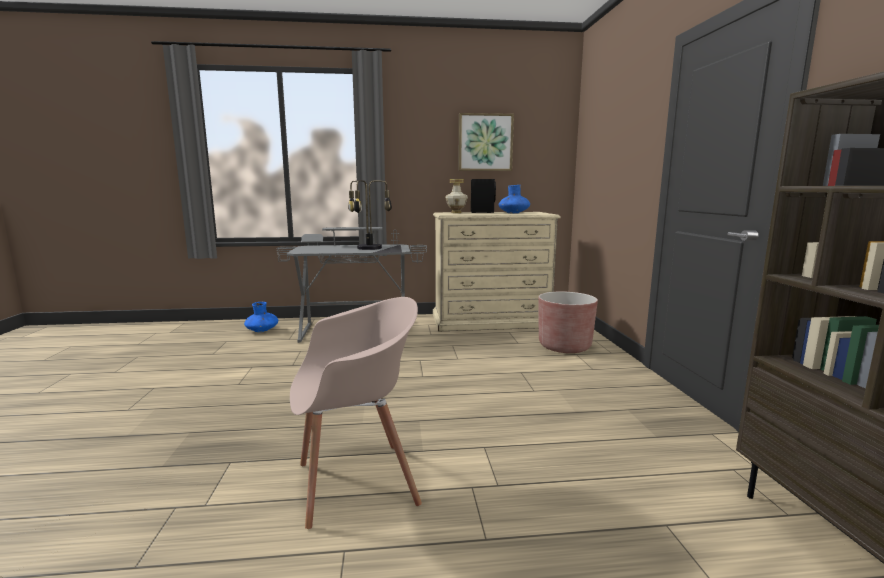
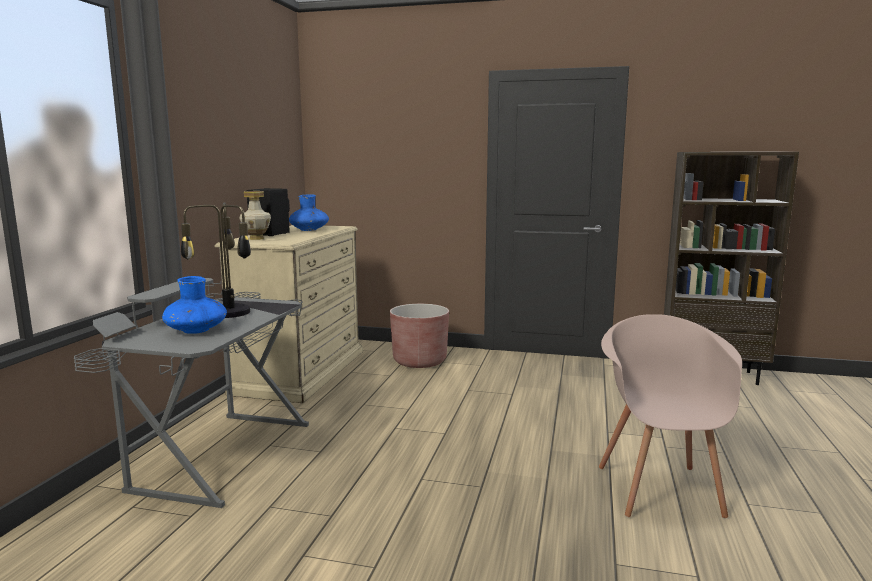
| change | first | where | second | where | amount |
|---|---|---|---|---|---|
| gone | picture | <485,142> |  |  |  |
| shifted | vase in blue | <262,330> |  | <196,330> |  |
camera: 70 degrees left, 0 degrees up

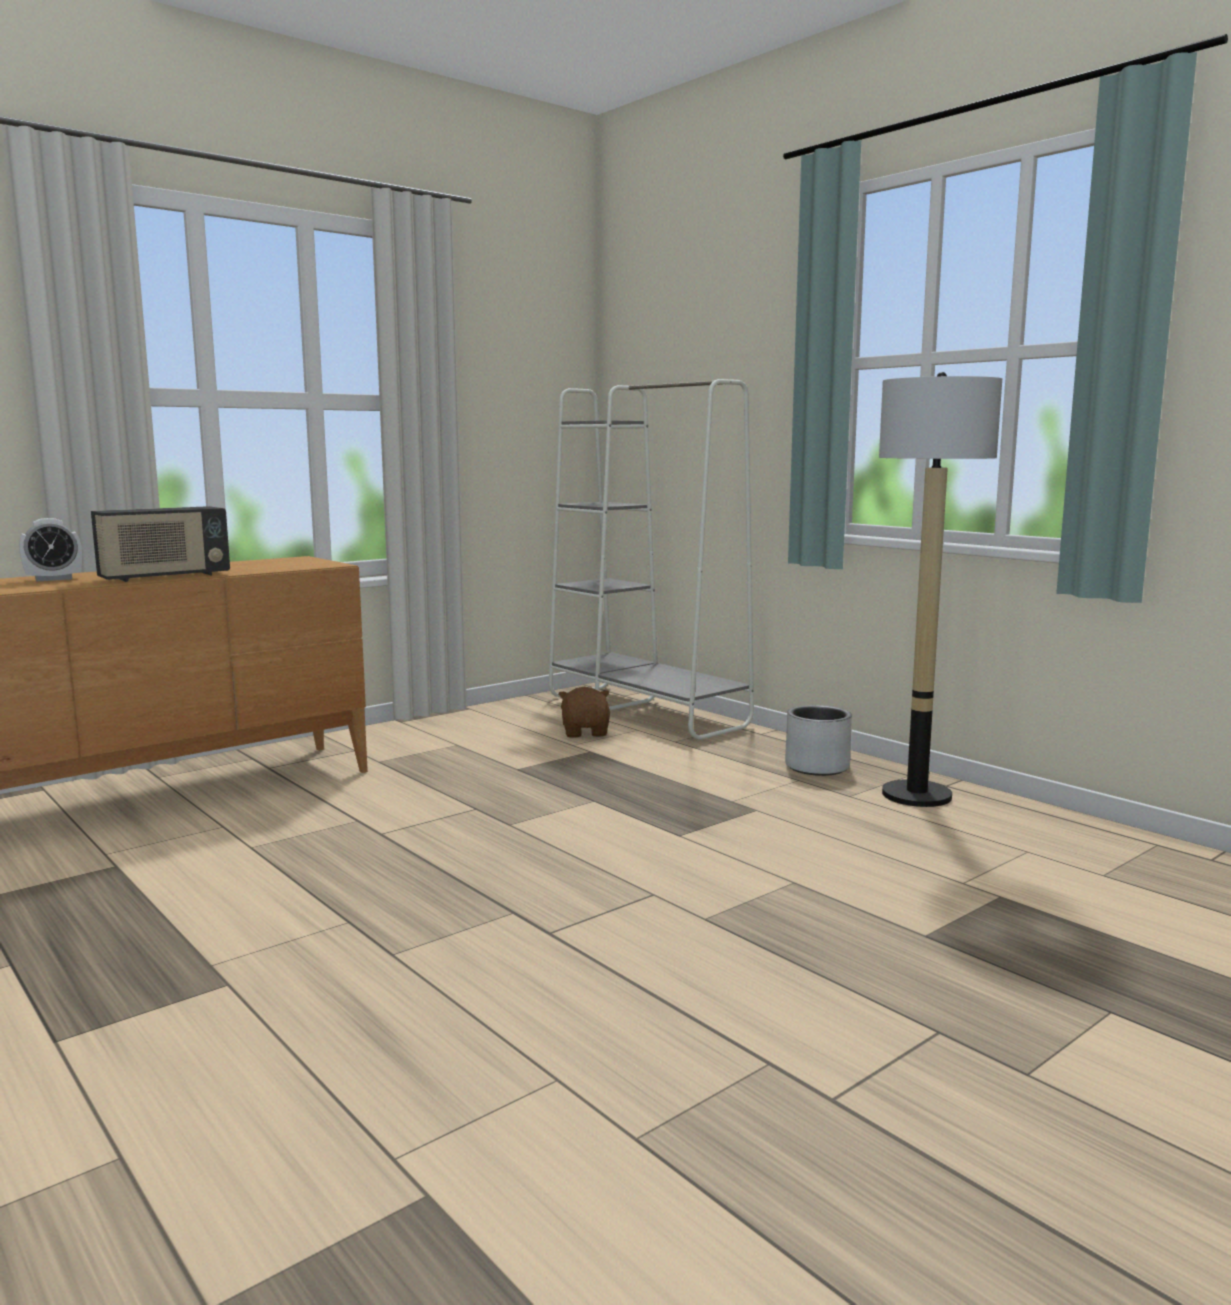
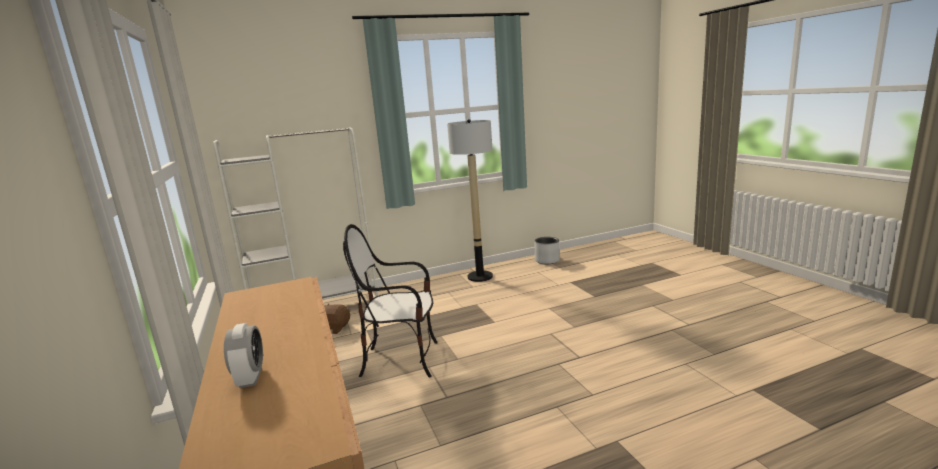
| change | first | where | second | where | amount |
|---|---|---|---|---|---|
| gone | radio | <164,577> |  |  |  |
| shifted | planter in grey | <817,767> |  | <547,260> |  |
| new |  |  | chair | <401,360> |  |
camera: 70 degrees left, 5 degrees up

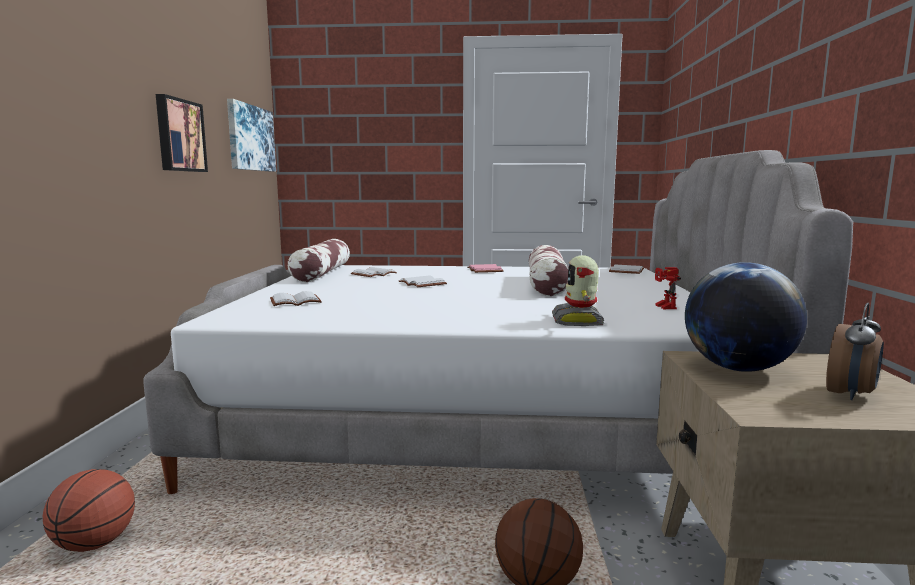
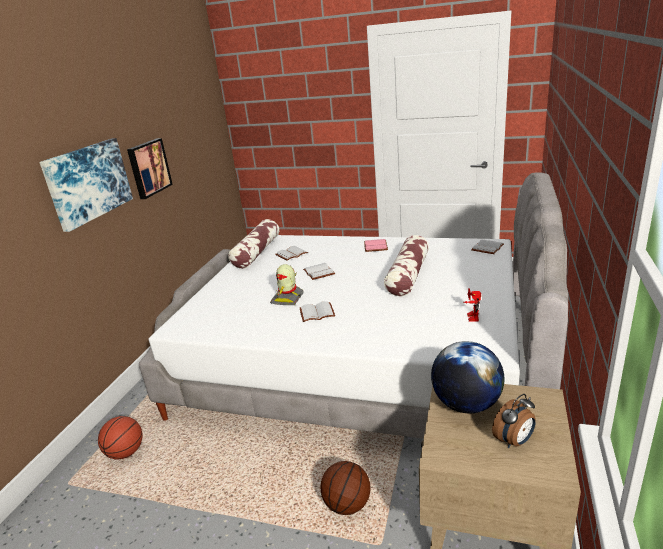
| change | first | where | second | where | amount |
|---|---|---|---|---|---|
| shifted | picture | <250,138> |  | <88,182> |  |
| shifted | toy robot | <578,320> |  | <288,299> |  |
| shifted | book in white | <296,301> |  | <317,312> |  |
camera: 15 degrees right, 15 degrees up

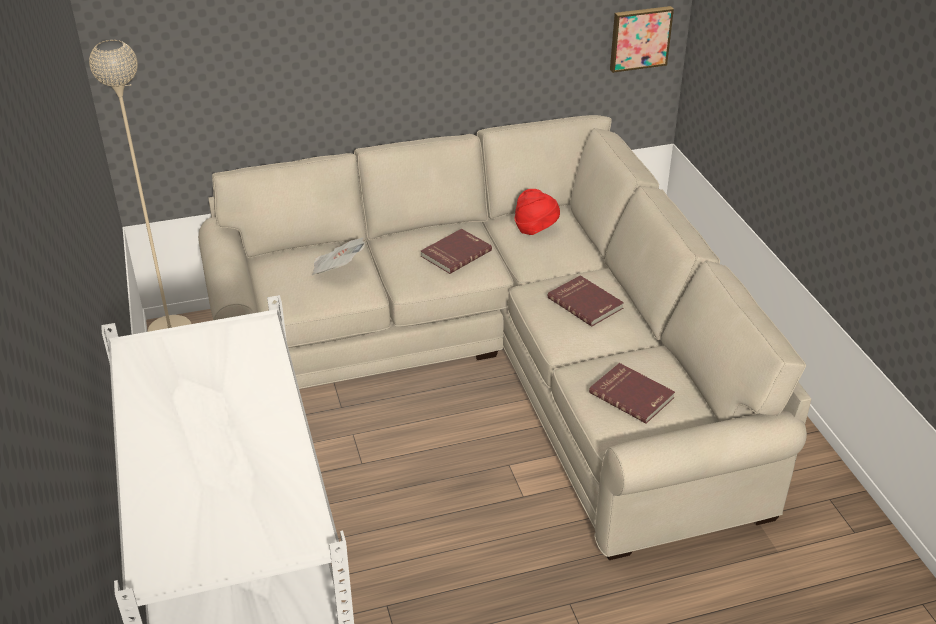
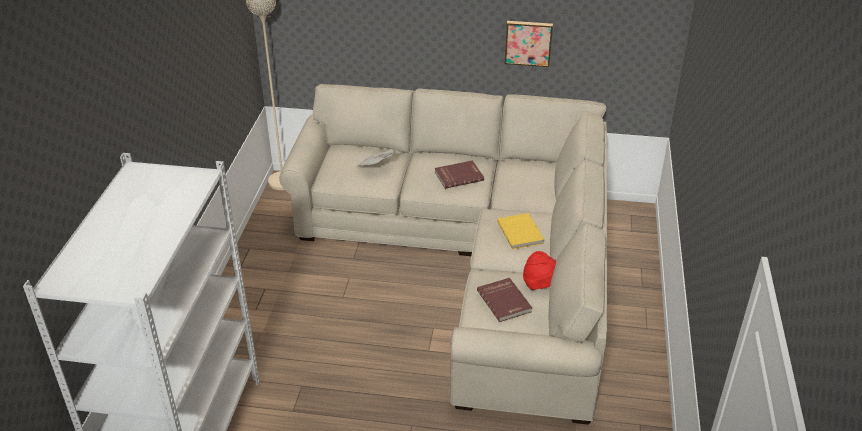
| change | first | where | second | where | amount |
|---|---|---|---|---|---|
| shifted | picture | <639,38> |  | <528,42> |  |
| shifted | hat in red | <535,229> |  | <540,284> |  |
| repainted | book in red | <586,302> | book in yellow | <521,232> |  |
camera: 25 degrees right, 0 degrees up

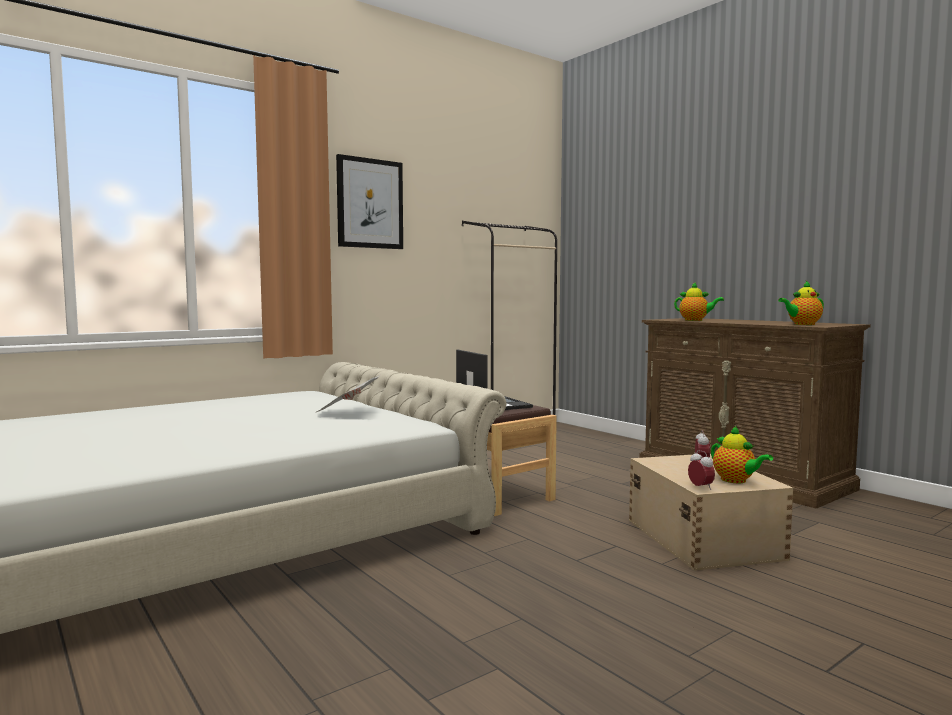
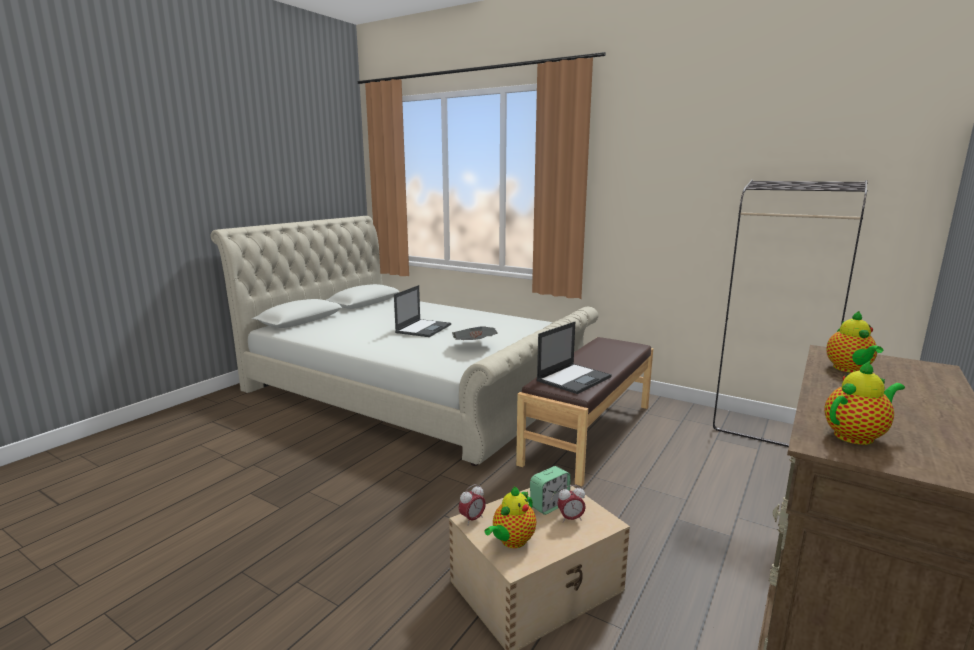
| change | first | where | second | where | amount |
|---|---|---|---|---|---|
| gone | picture | <369,203> |  |  |  |
| rotated | teapot | <802,324> |  | <856,436> | 105 degrees clockwise |
| new |  |  | laptop | <424,328> |  |
| new |  |  | alarm clock | <549,505> |  |
camera: 70 degrees right, 10 degrees up

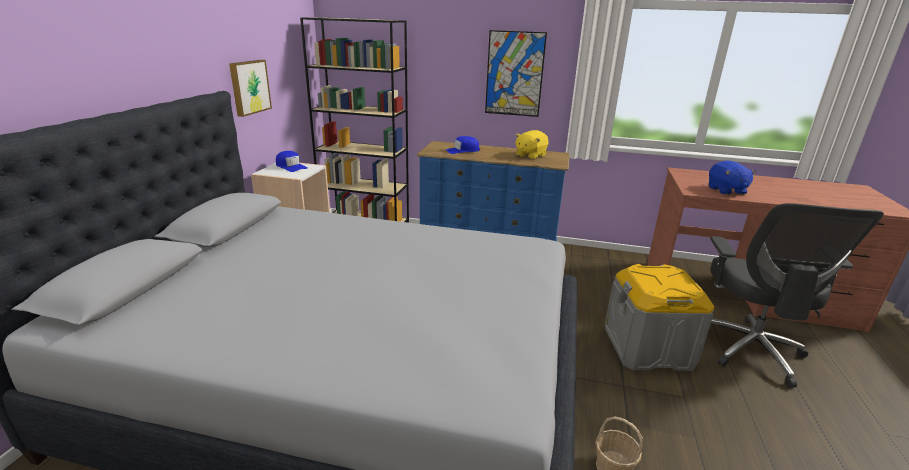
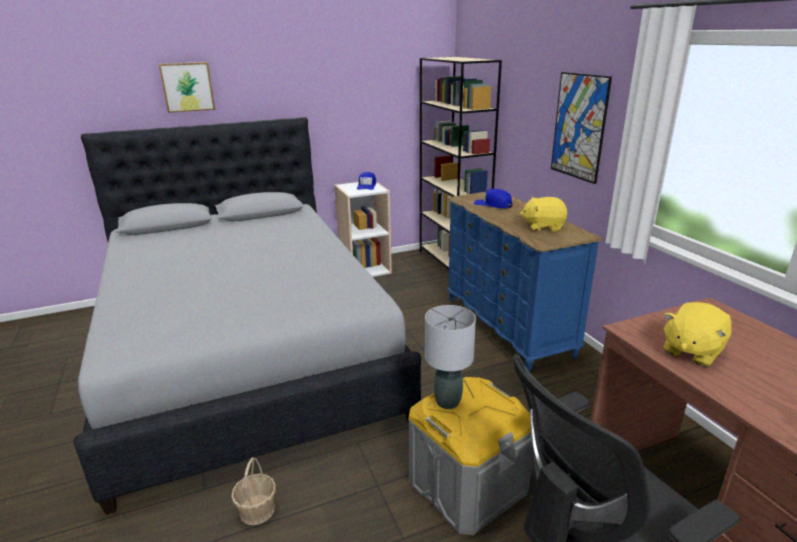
| change | first | where | second | where | amount |
|---|---|---|---|---|---|
| shifted | picture | <249,87> |  | <187,87> |  |
| repainted | plush toy in blue | <726,190> | plush toy in yellow | <691,351> |  |
| new |  |  | table lamp in grey | <447,401> |  |
camera: 55 degrees right, 0 degrees up

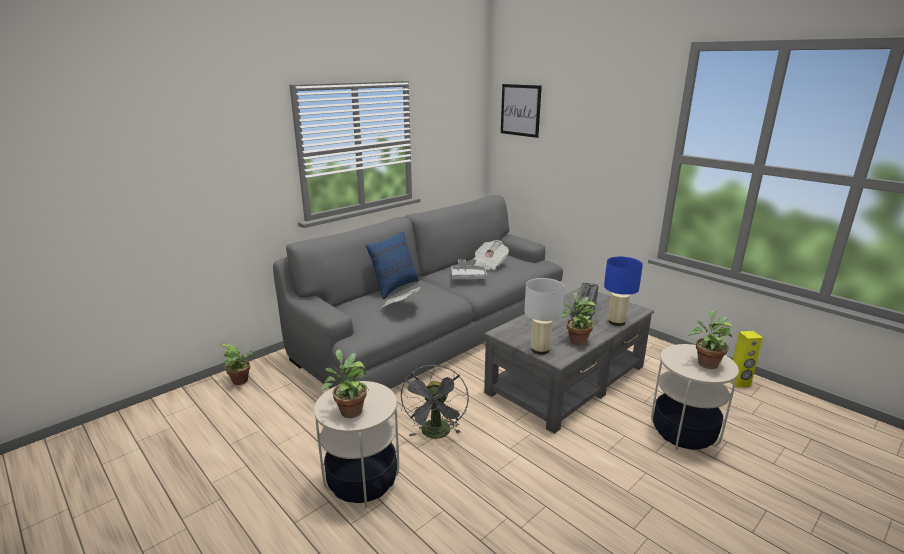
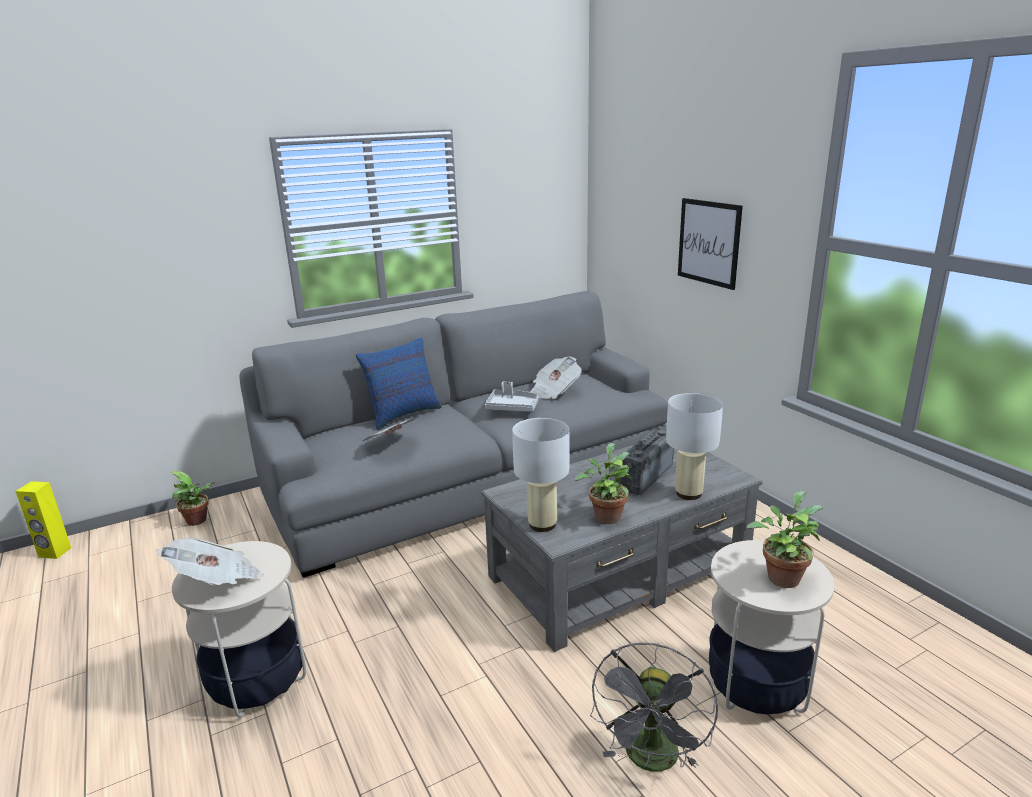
| change | first | where | second | where | amount |
|---|---|---|---|---|---|
| shifted | picture | <520,110> |  | <708,242> |  |
| repainted | table lamp in blue | <616,322> | table lamp in white | <688,493> |  |
| shifted | speaker in yellow | <739,383> |  | <54,552> |  |
| swapped | potted plant | <349,410> | newspaper | <217,581> |  |
| shifted | fan in grey | <436,434> |  | <652,761> |  |
camera: 15 degrees right, 0 degrees up

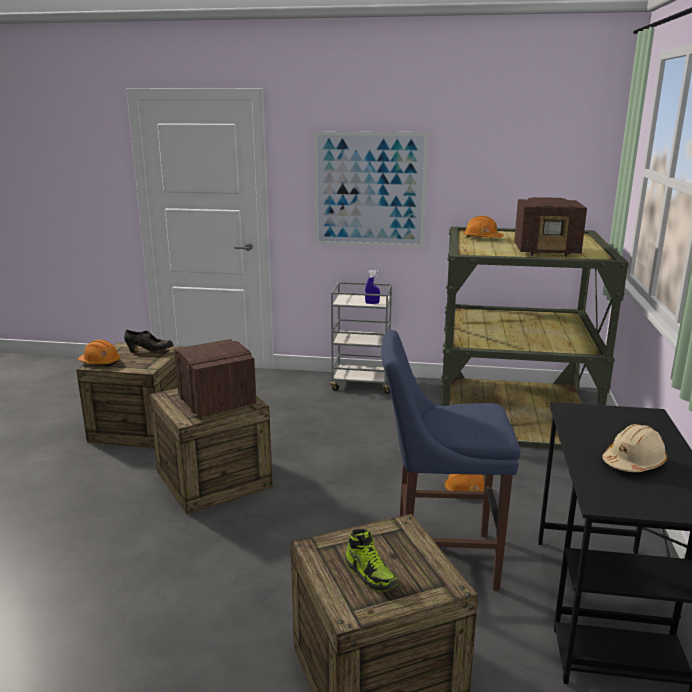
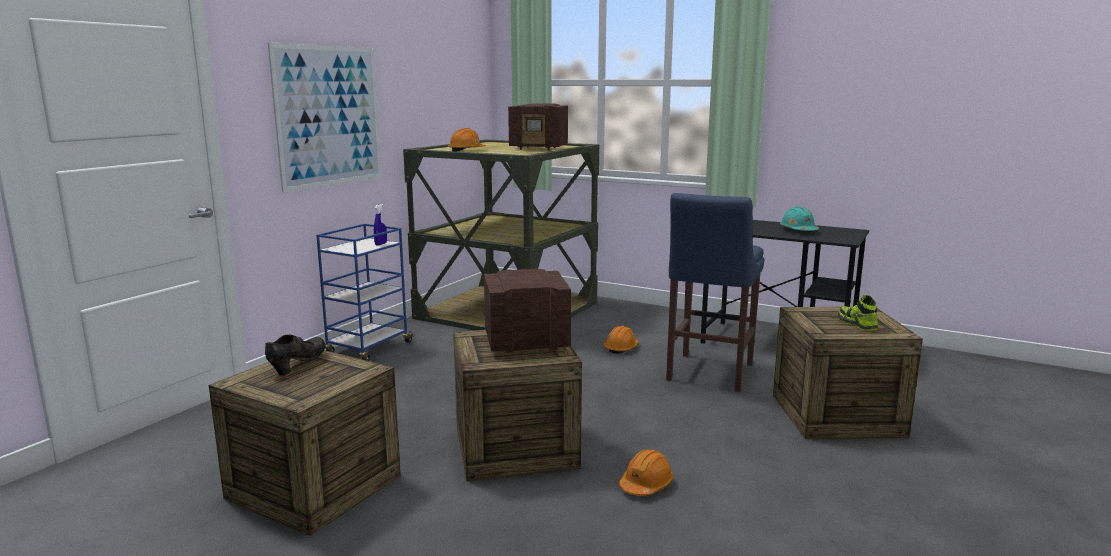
| change | first | where | second | where | amount |
|---|---|---|---|---|---|
| rotated | radio | <547,251> |  | <540,148> | 75 degrees clockwise |
| repainted | cart in grey | <362,384> | cart in blue | <368,348> |  |
| shifted | hard hat in orange | <100,362> |  | <646,485> |  |
| repainted | hard hat in beige | <633,462> | hard hat in turquoise | <798,230> |  |
| rotated | shoe | <370,574> |  | <857,324> | 90 degrees counterclockwise |
camera: 70 degrees left, 5 degrees down

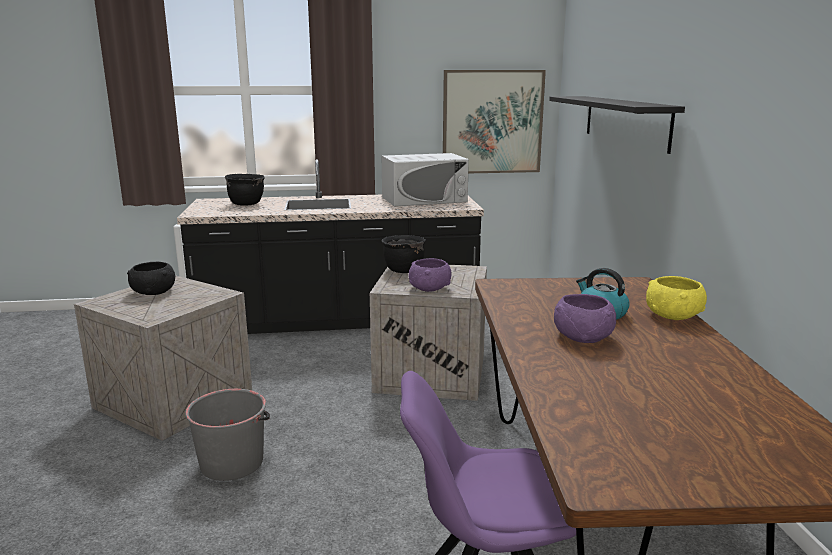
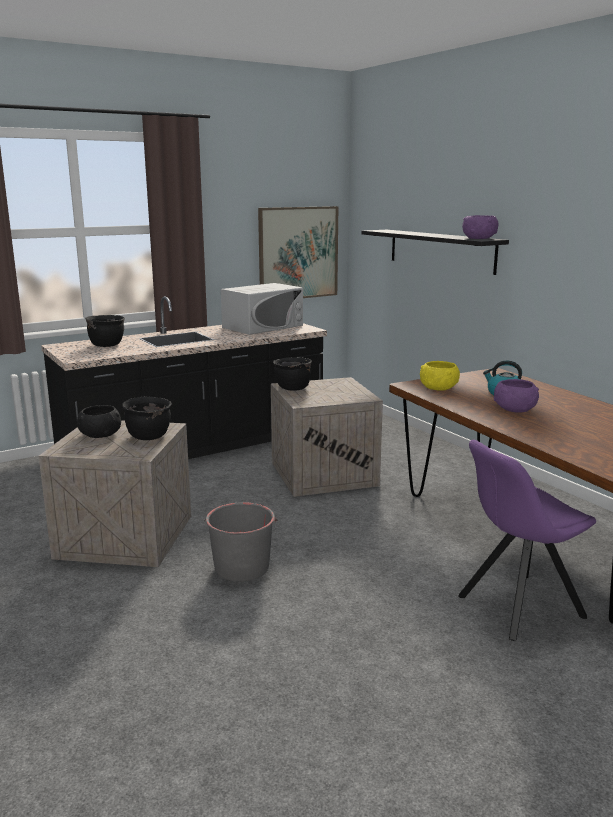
| change | first | where | second | where | amount |
|---|---|---|---|---|---|
| shifted | bowl in purple | <429,288> |  | <479,238> |  |
| shifted | bowl in yellow | <673,315> |  | <438,388> |  |
| new |  |  | cooking pot in black | <149,436> |  |
camera: 25 degrees left, 0 degrees up

